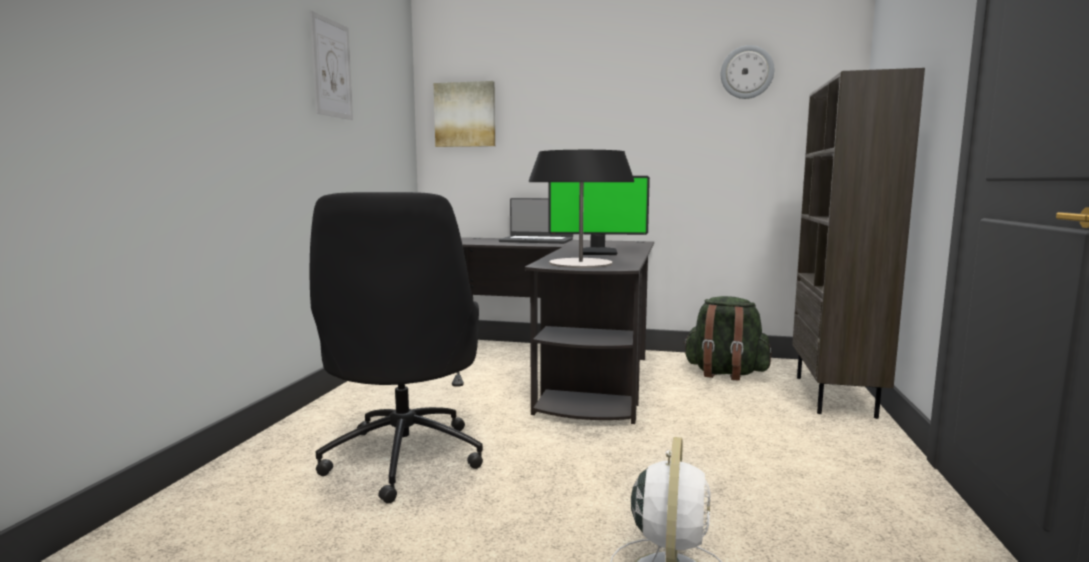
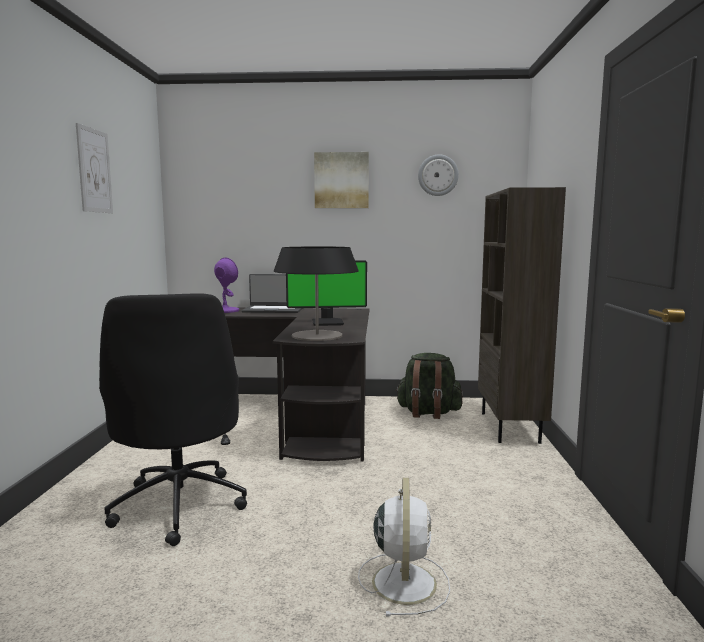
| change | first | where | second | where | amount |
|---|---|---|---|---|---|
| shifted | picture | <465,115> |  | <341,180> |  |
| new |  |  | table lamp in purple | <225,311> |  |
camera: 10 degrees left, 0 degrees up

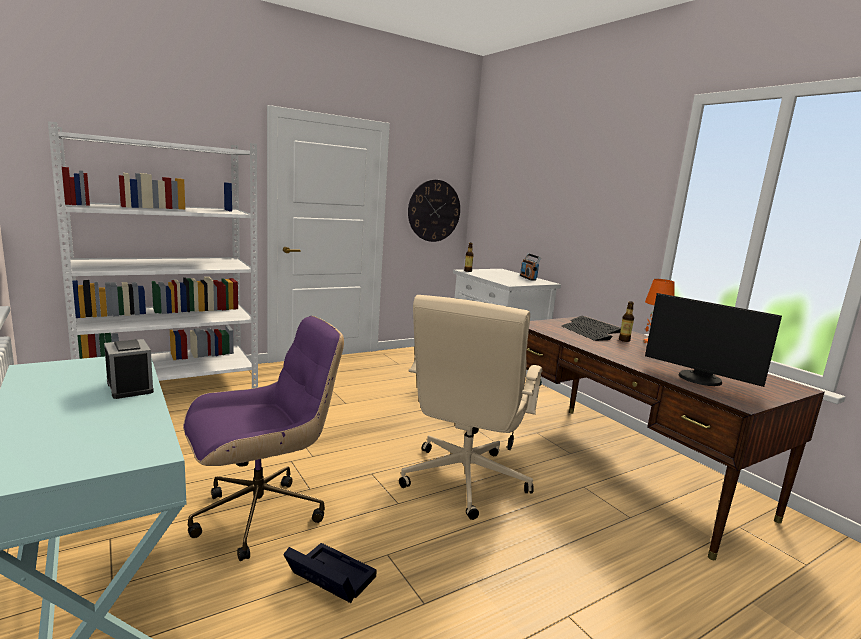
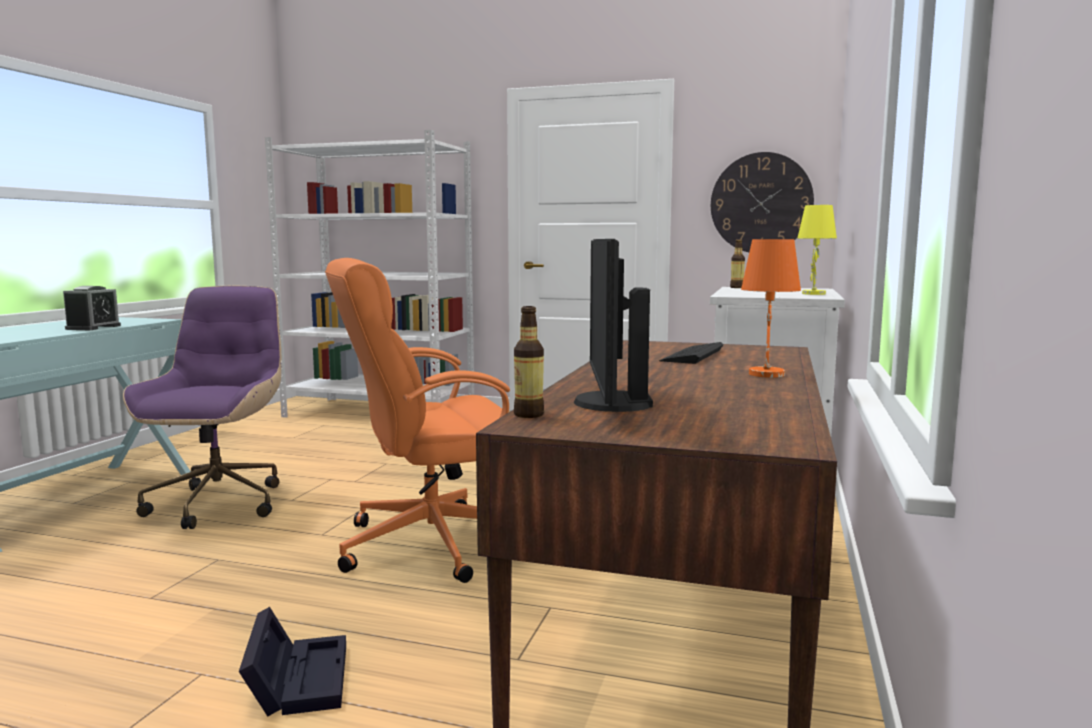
| change | first | where | second | where | amount |
|---|---|---|---|---|---|
| swapped | radio | <528,278> | table lamp in yellow | <814,294> |  |
| repainted | office chair in beige | <465,478> | office chair in orange | <434,543> |  |
| shifted | bottle | <624,340> |  | <528,415> |  |
| rotated | office chair in purple | <263,516> |  | <220,503> | 105 degrees counterclockwise |
| gone | keyboard | <595,326> |  |  |  |
| shifted | storage box in black | <328,578> |  | <297,678> |  |
camera: 50 degrees right, 5 degrees down

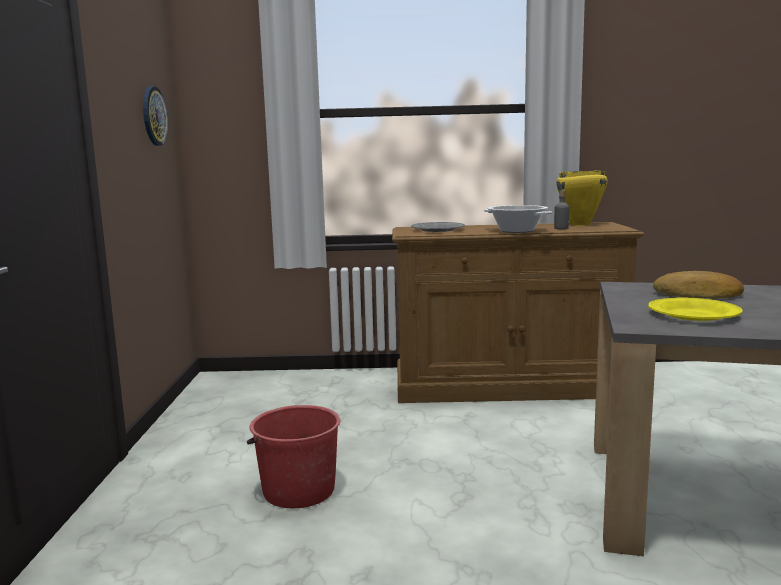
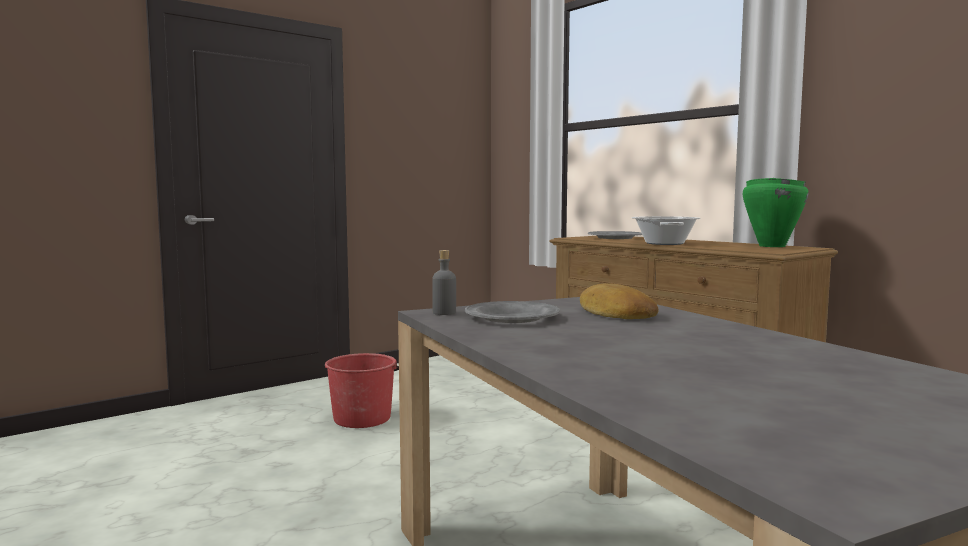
| change | first | where | second | where | amount |
|---|---|---|---|---|---|
| gone | wall clock | <153,116> |  |  |  |
| repainted | cooking pot in yellow | <580,224> | cooking pot in green | <771,246> |  |
| shifted | bottle in grey | <561,228> |  | <444,313> |  |
| repainted | plate in yellow | <693,314> | plate in grey | <511,317> |  |
camera: 50 degrees right, 5 degrees down

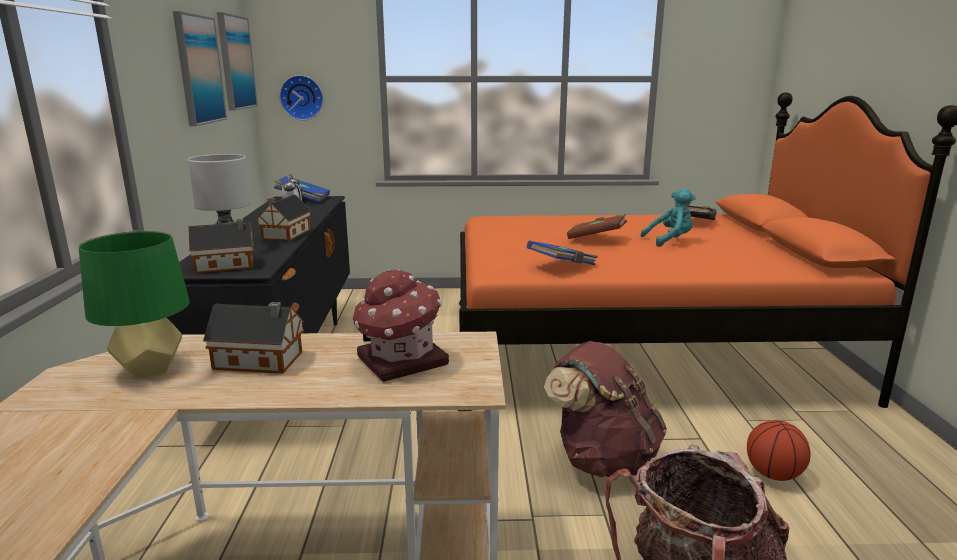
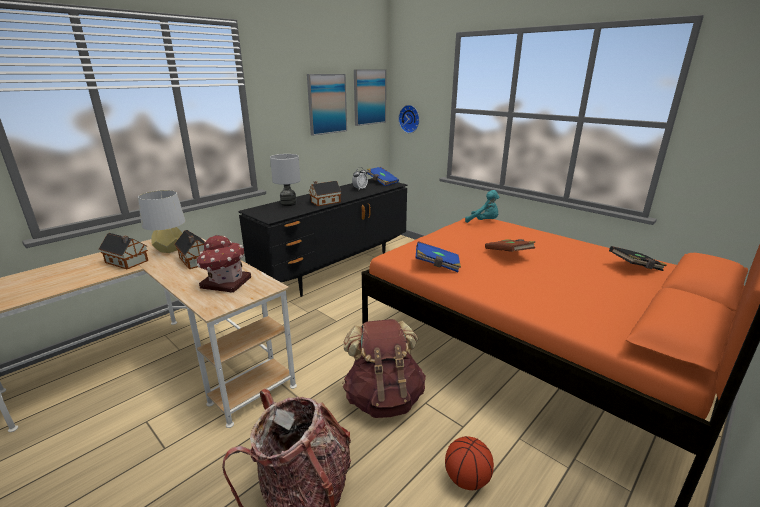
| change | first | where | second | where | amount |
|---|---|---|---|---|---|
| shifted | plush toy in turquoise | <670,241> |  | <484,222> |  |
| shifted | toy house | <227,265> |  | <127,262> |  |
| repainted | table lamp in green | <150,368> | table lamp in grey | <170,249> |  |
camera: 45 degrees right, 5 degrees up

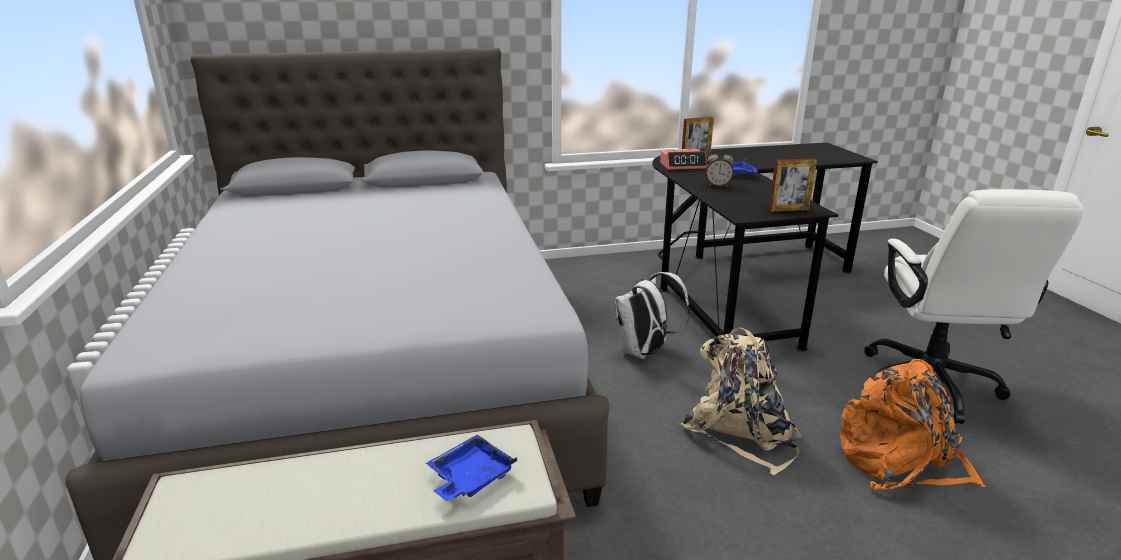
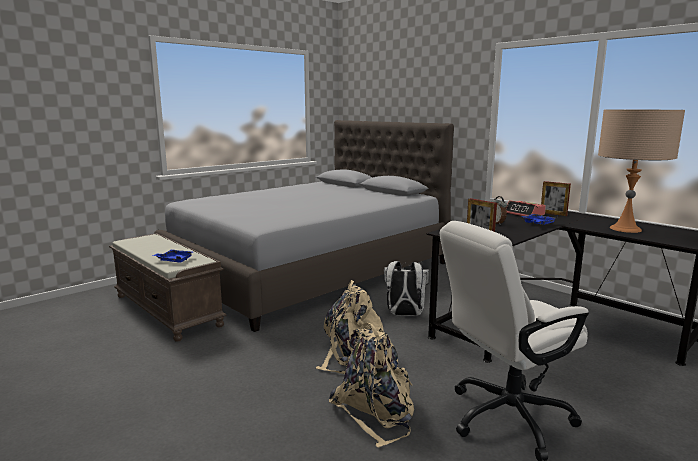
| change | first | where | second | where | amount |
|---|---|---|---|---|---|
| repainted | backpack in orange | <900,462> | backpack in beige | <376,411> |  |
| new |  |  | table lamp in beige | <625,229> |  |
camera: 60 degrees right, 10 degrees down

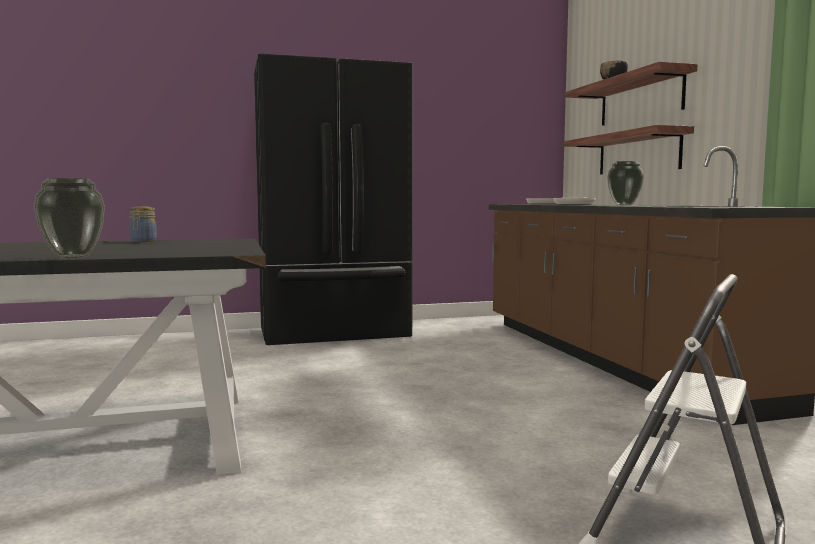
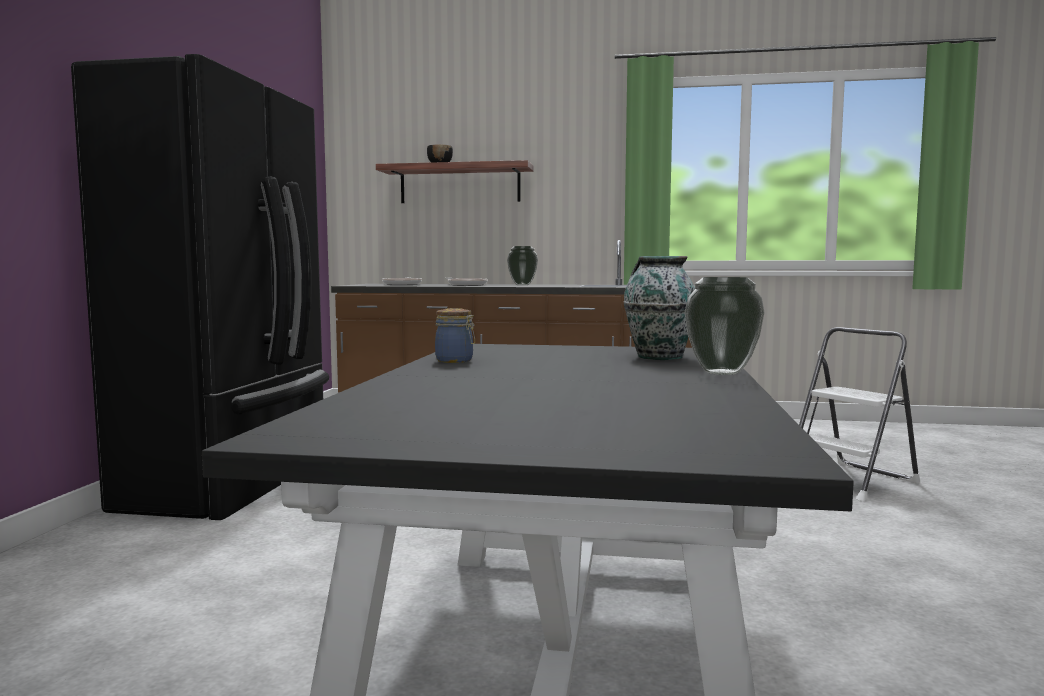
| change | first | where | second | where | amount |
|---|---|---|---|---|---|
| gone | shelf | <638,153> |  |  |  |
| new |  |  | vase | <658,357> |  |
camera: 65 degrees left, 0 degrees up

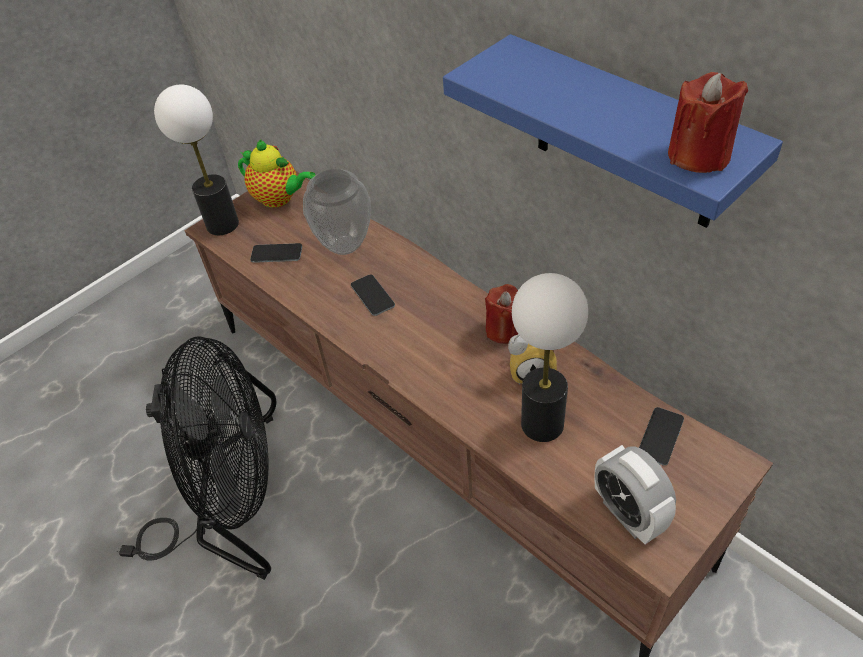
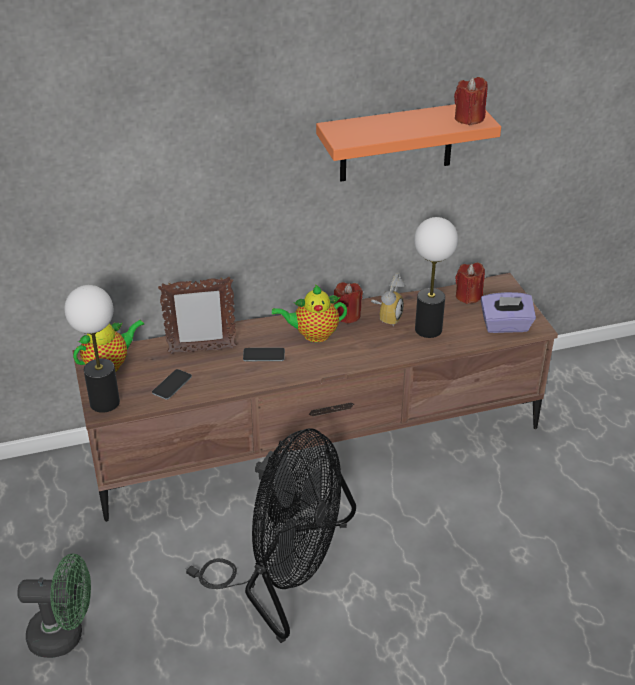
| change | first | where | second | where | amount |
|---|---|---|---|---|---|
| repainted | shelf in blue | <625,135> | shelf in orange | <396,142> |  |
| swapped | vase | <346,246> | picture frame | <201,350> |  |
| rotated | fan in black | <229,502> |  | <282,574> | 90 degrees clockwise |
| swapped | phone | <660,436> | candle in red | <468,296> |  |
| swapped | alarm clock | <628,514> | tissue box in purple | <505,326> |  |
| new |  |  | teapot | <313,335> |  |
| new |  |  | fan in green | <65,635> |  |
camera: 65 degrees left, 10 degrees down

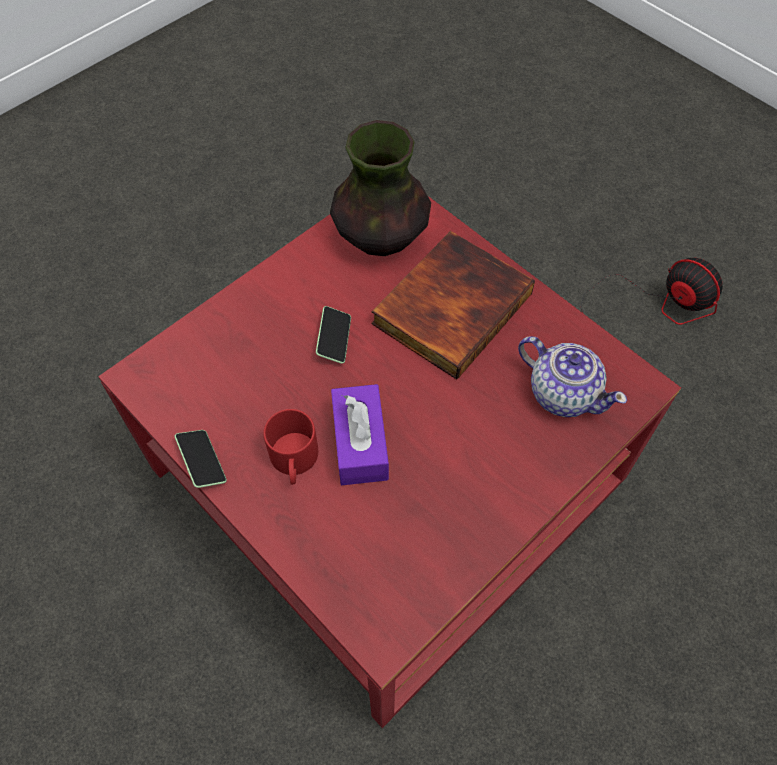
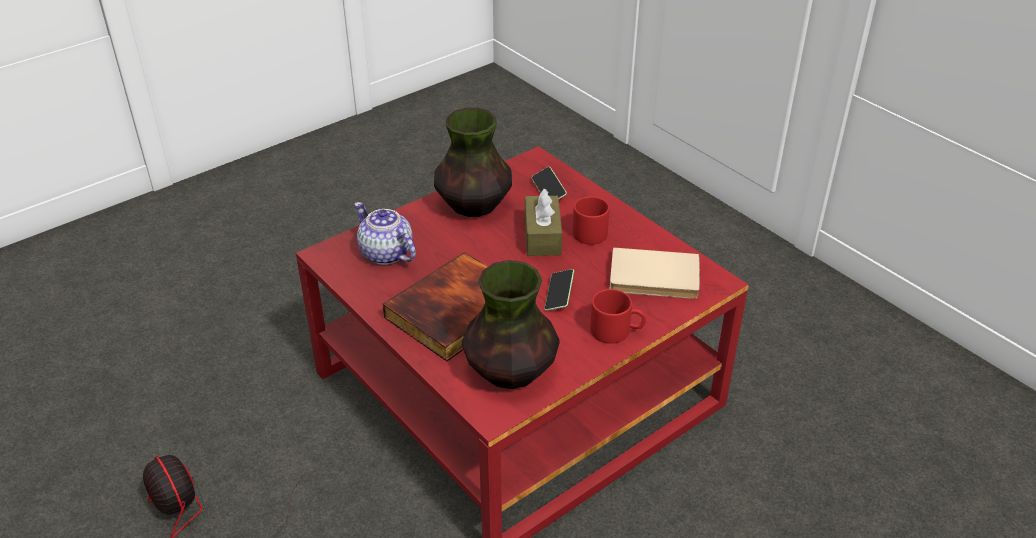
| change | first | where | second | where | amount |
|---|---|---|---|---|---|
| repainted | tissue box in purple | <360,443> | tissue box in brown | <542,236> |  |
| shifted | phone | <202,462> |  | <548,191> |  |
| new |  |  | vase | <473,206> |  |
| new |  |  | book in beige | <654,278> |  |
| new |  |  | mug in red | <617,331> |  |
camera: 175 degrees left, 20 degrees down

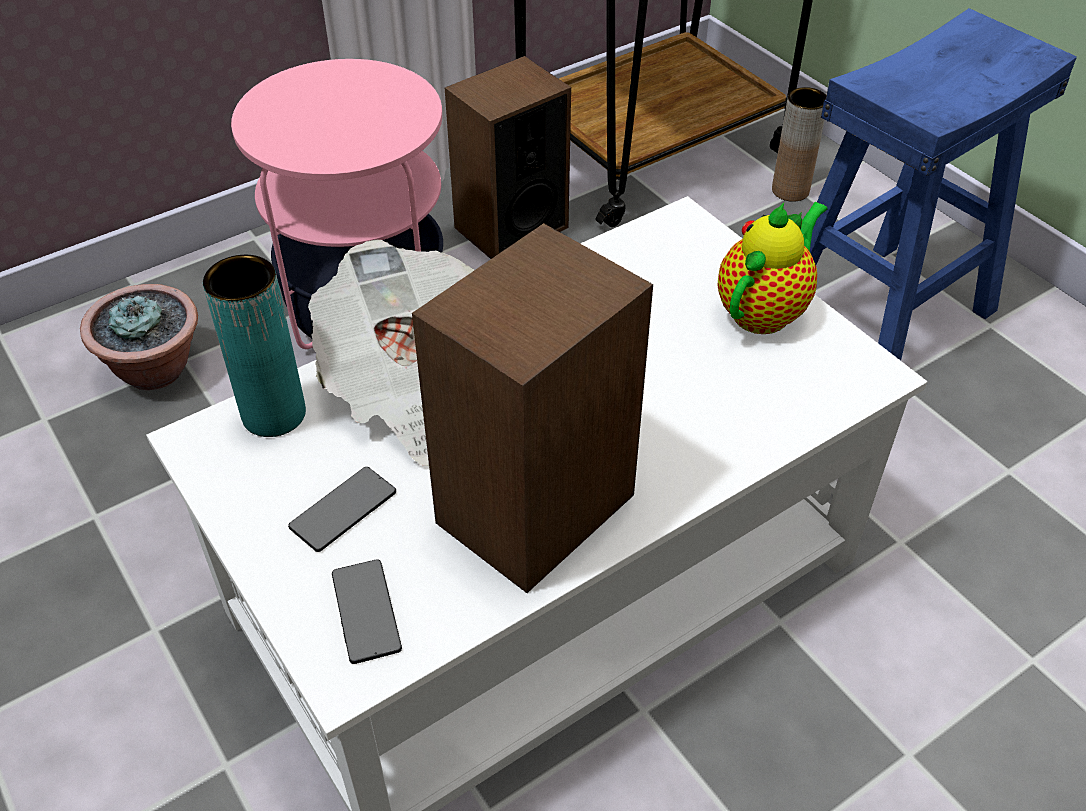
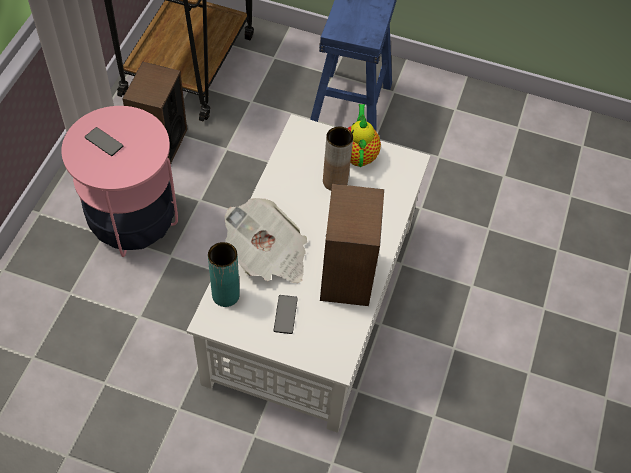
| change | first | where | second | where | amount |
|---|---|---|---|---|---|
| shifted | vase in brown | <790,190> |  | <335,181> |  |
| gone | potted plant | <156,369> |  |  |  |
| shifted | phone | <366,612> |  | <104,142> |  |
camera: 40 degrees left, 10 degrees up

